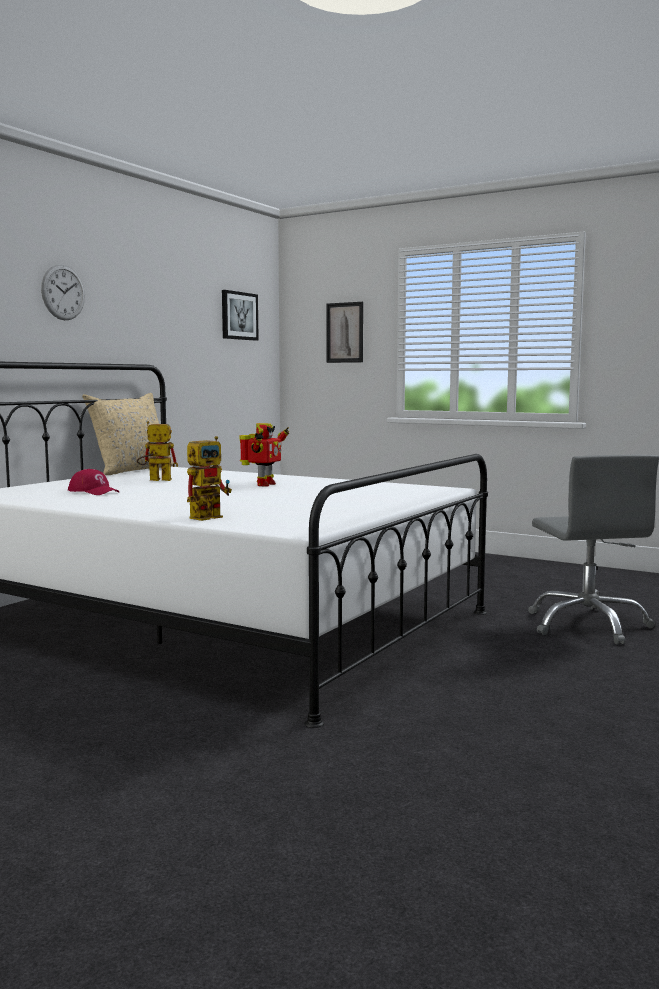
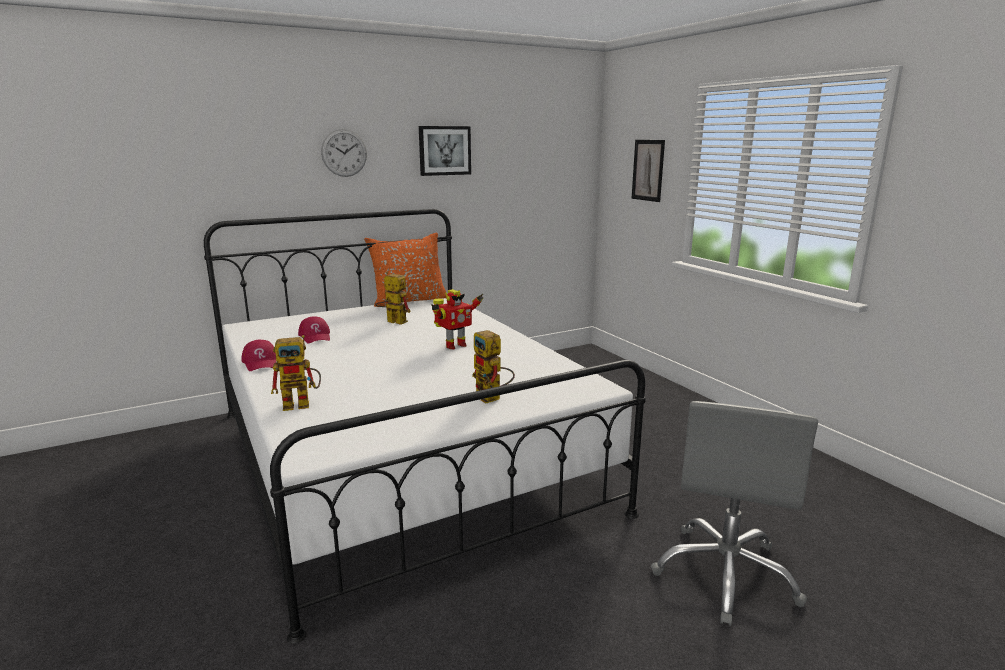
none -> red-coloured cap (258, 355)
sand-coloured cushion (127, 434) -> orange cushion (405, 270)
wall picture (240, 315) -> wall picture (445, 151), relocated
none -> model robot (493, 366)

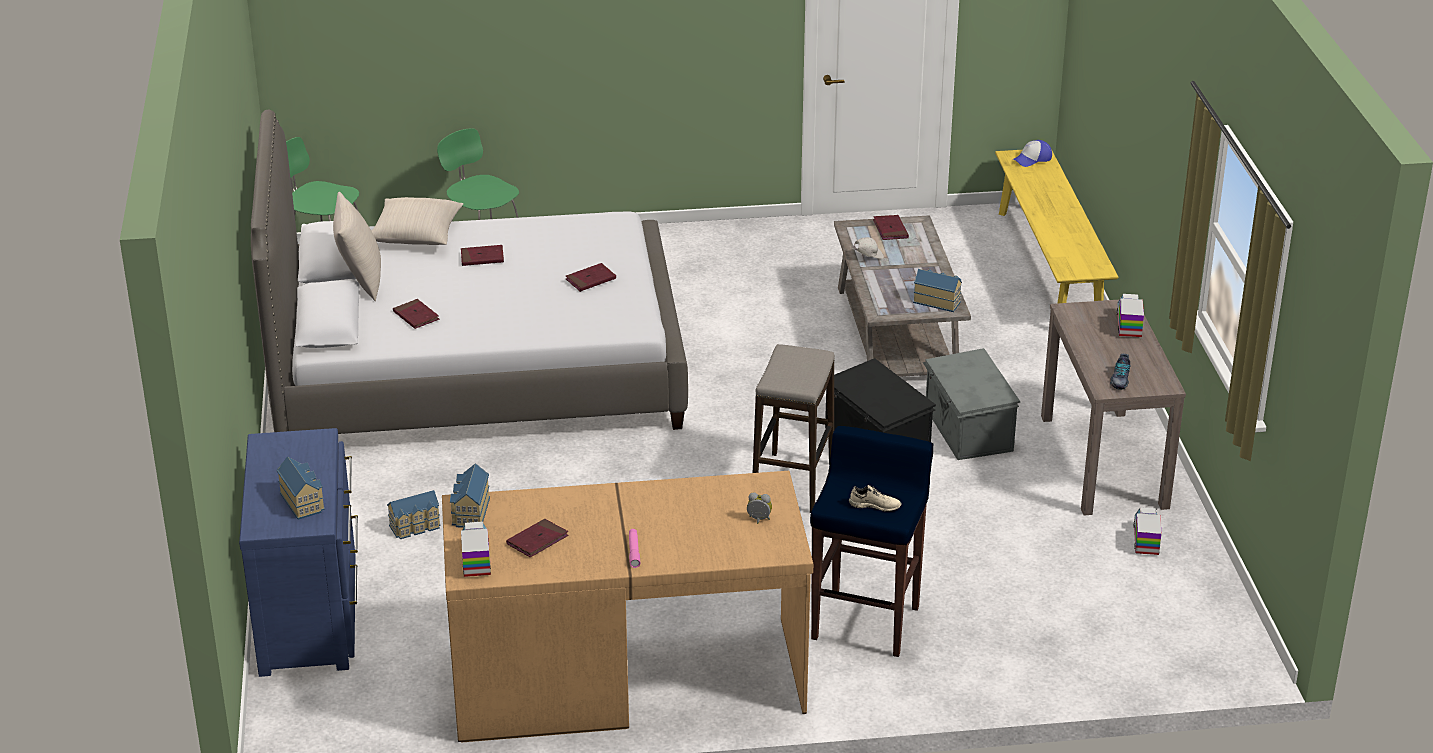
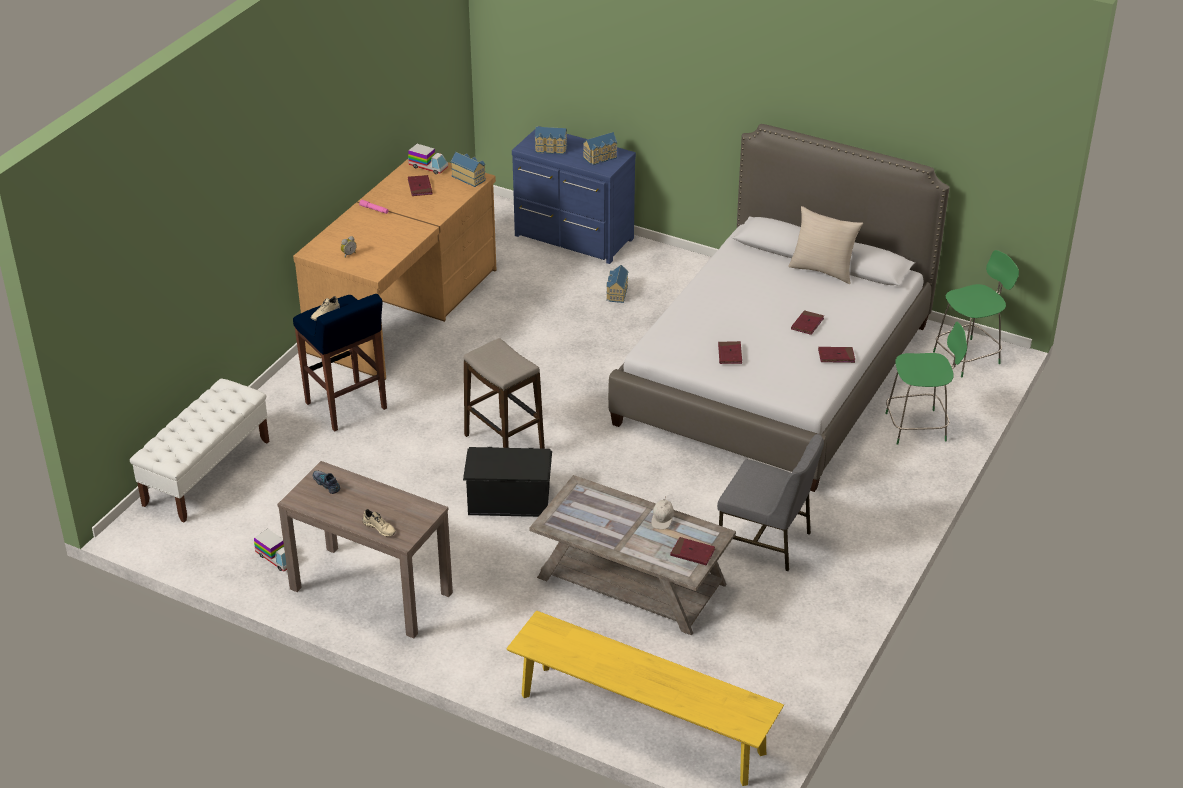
none -> whitish long seat (199, 450)
toy lorry (1130, 315) -> sand-coloured item of footwear (379, 522)
toy house (937, 290) -> toy house (600, 148), relocated
none -> grey plain chair (770, 502)
red-coloured bound book (416, 314) -> red-coloured bound book (836, 355), relocated
sand-coloured cushion (418, 221) -> none
grey storage bin (971, 404) -> none
cap (1032, 153) -> none

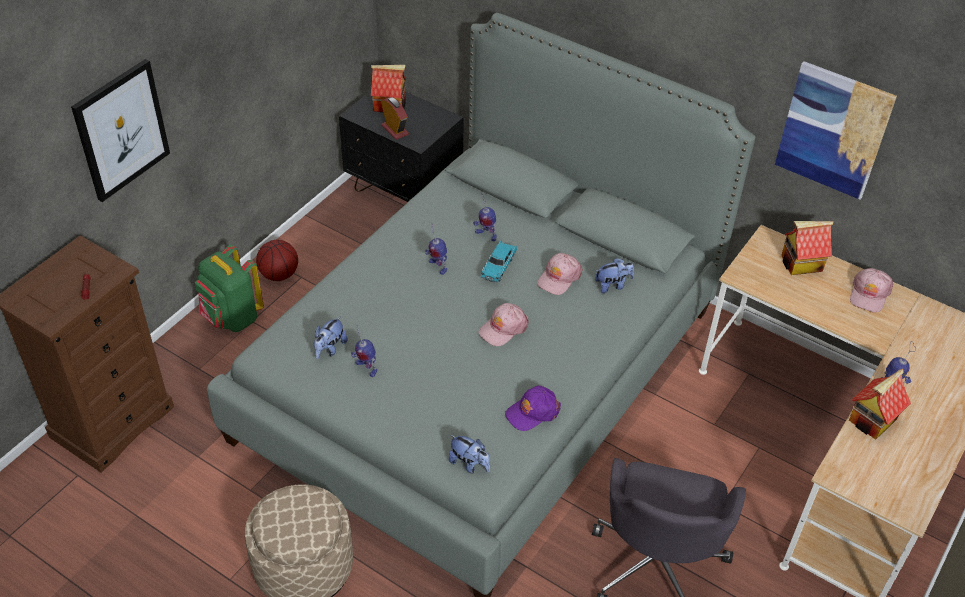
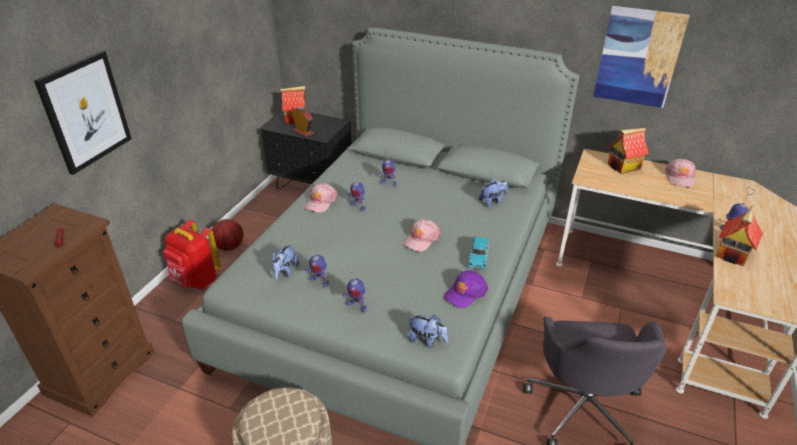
greenish backpack (229, 288) -> red-coloured backpack (192, 254)
pinkish cap (560, 274) -> pinkish cap (321, 198), relocated
none -> model robot (355, 288)
turquoise toy car (499, 261) -> turquoise toy car (478, 253), relocated

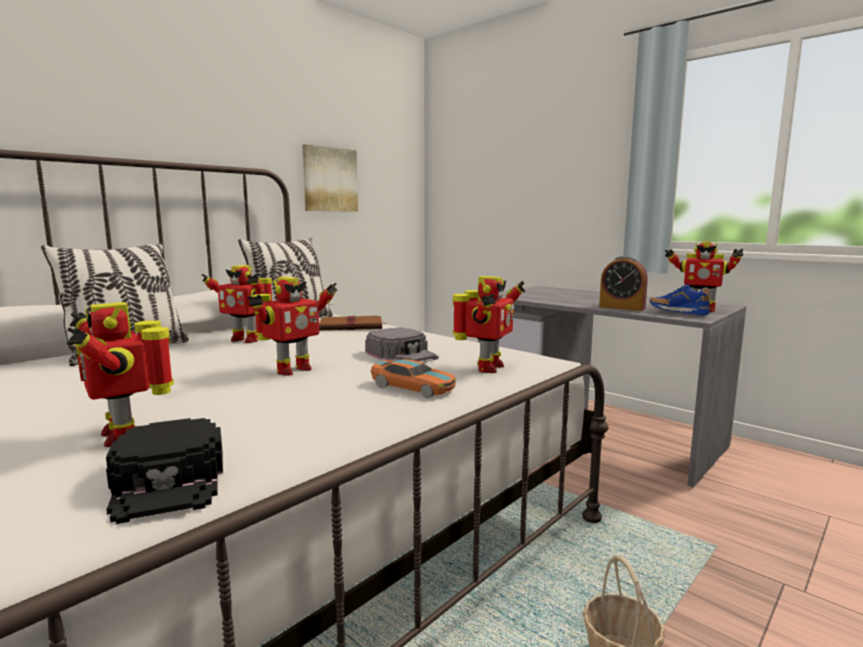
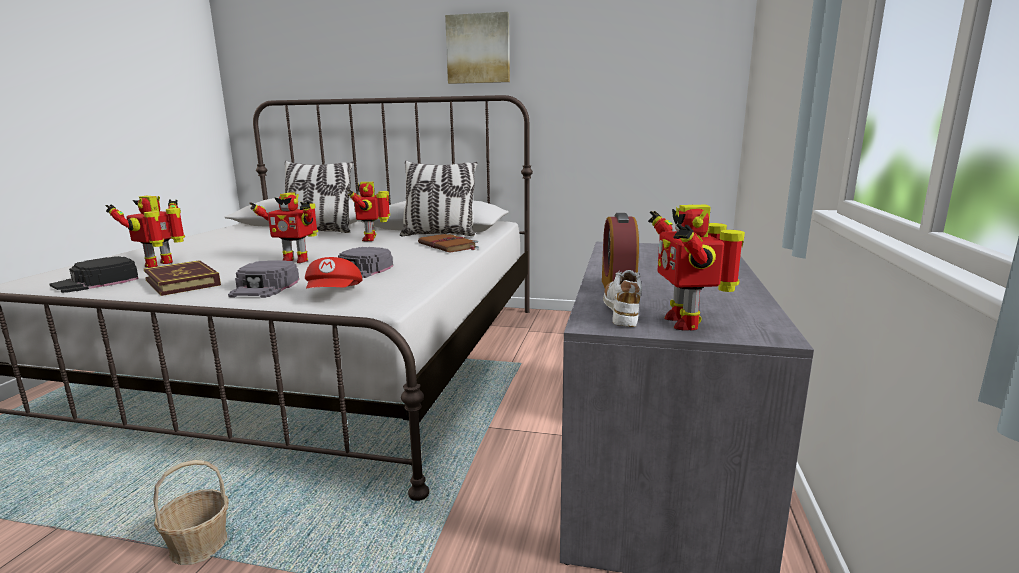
none -> bound book (182, 278)
toy car (413, 378) -> grey cap (263, 279)
model robot (488, 324) -> red-coloured cap (333, 272)
wall picture (330, 178) -> wall picture (477, 48), relocated
blue-coloured item of footwear (680, 300) -> whitish item of footwear (622, 298)

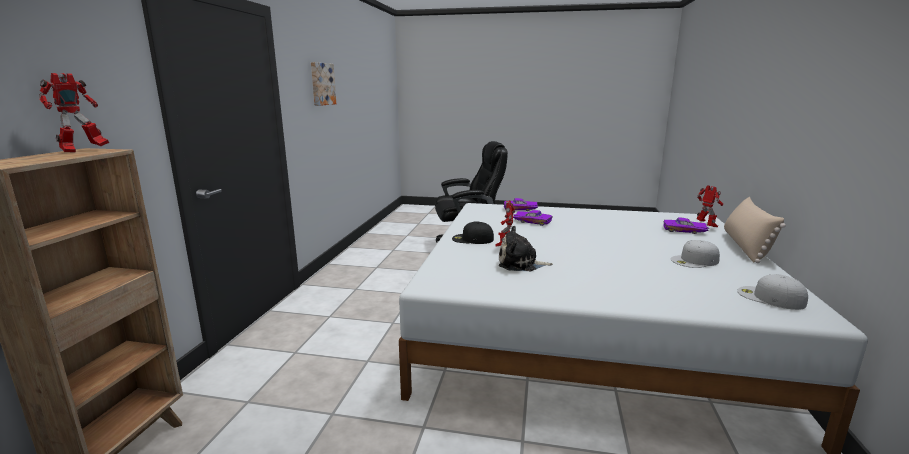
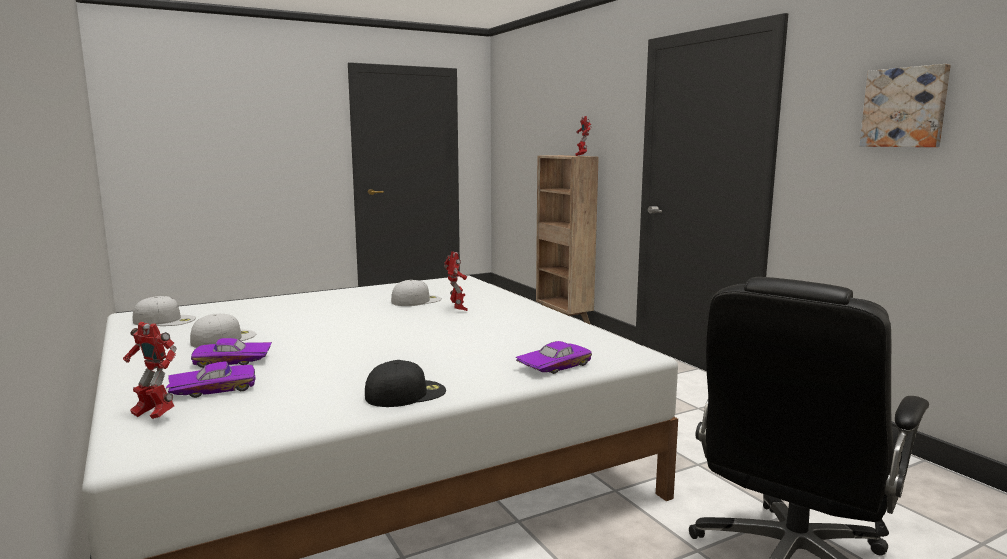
purple toy car (532, 218) -> purple toy car (231, 353), relocated
blackish cap (473, 232) -> blackish cap (405, 383), relocated
cuddly toy (526, 248) -> whitish cap (416, 293)
sand-coloured cushion (755, 230) -> none

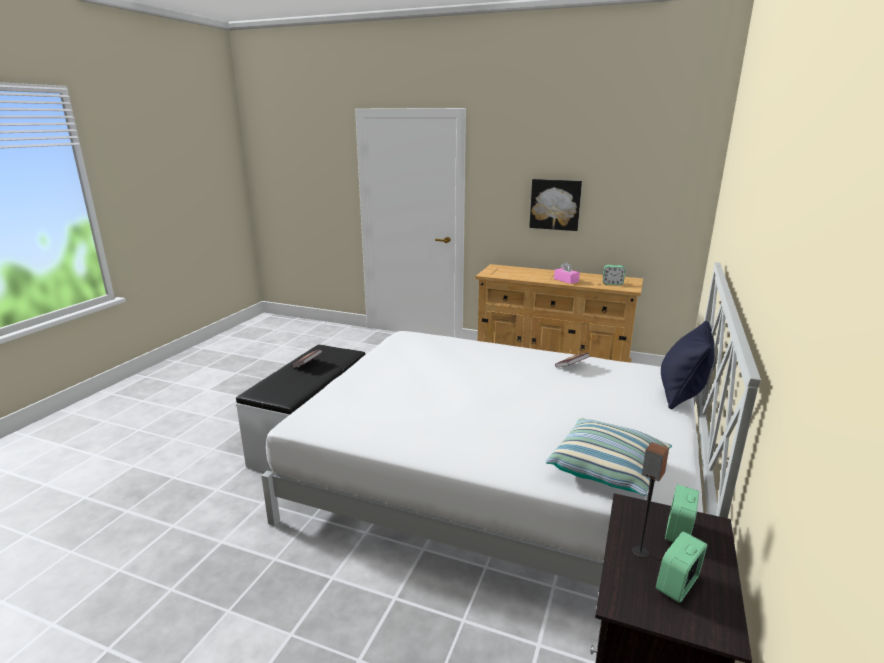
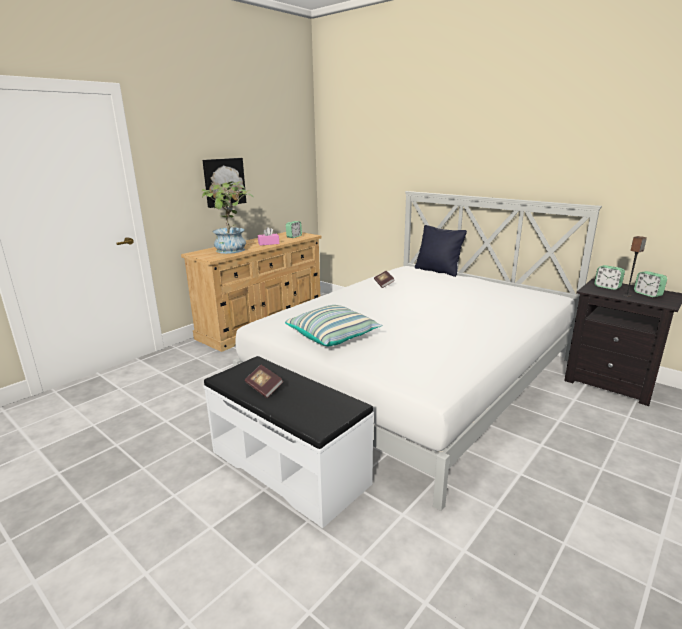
none -> plant in a pot (227, 217)
cushion (609, 457) -> cushion (333, 325), relocated

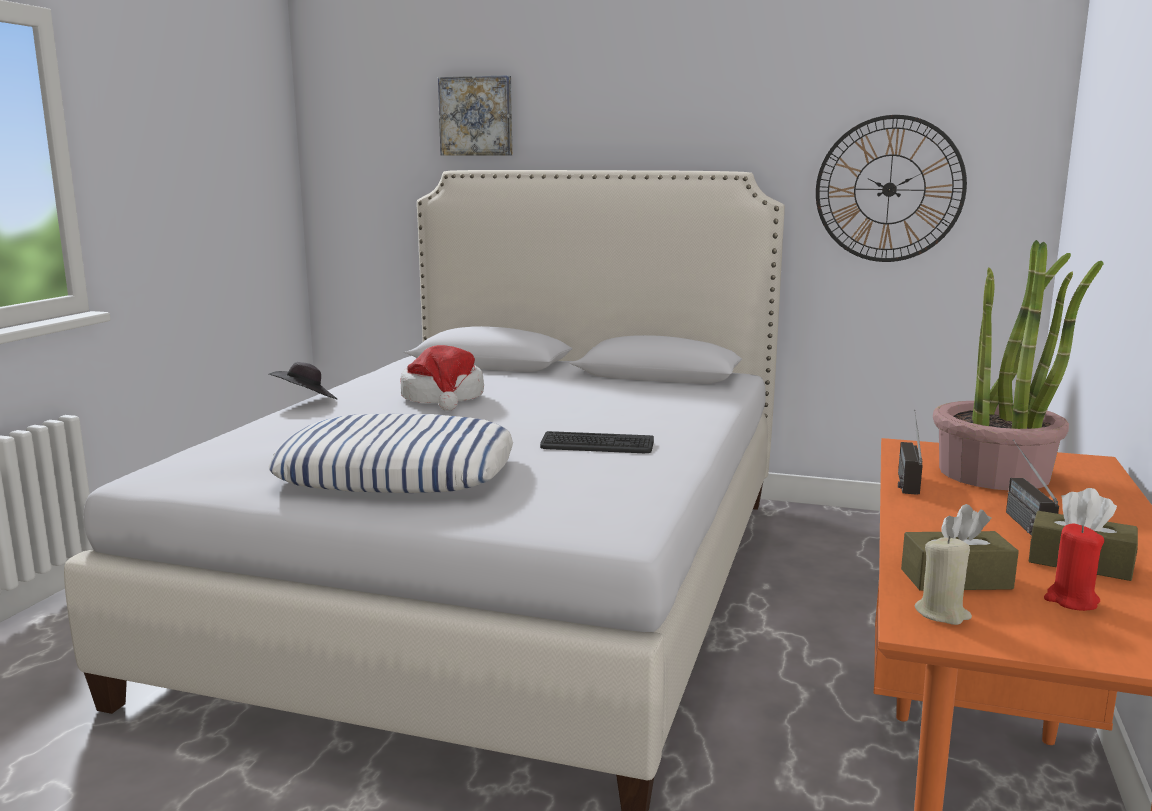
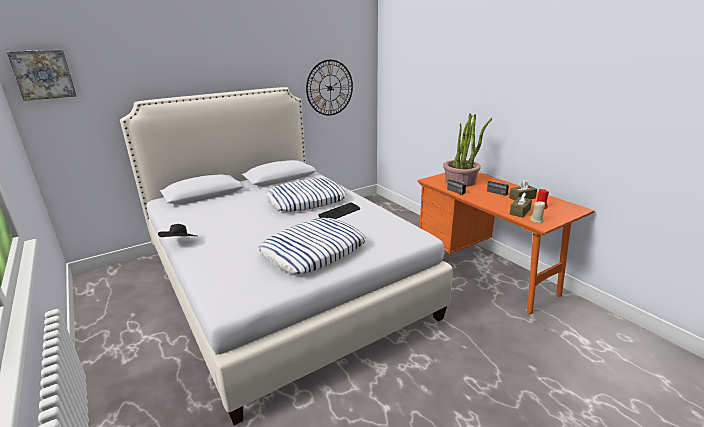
wall picture (475, 115) -> wall picture (41, 75), relocated
none -> cushion (306, 195)
wearable hat (442, 378) -> none

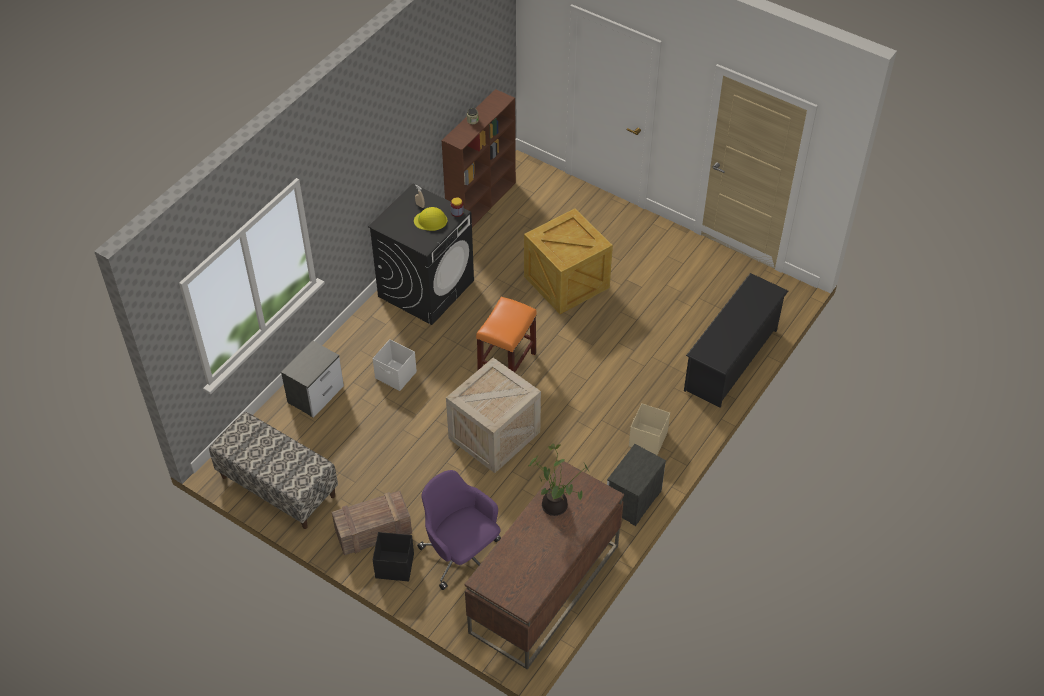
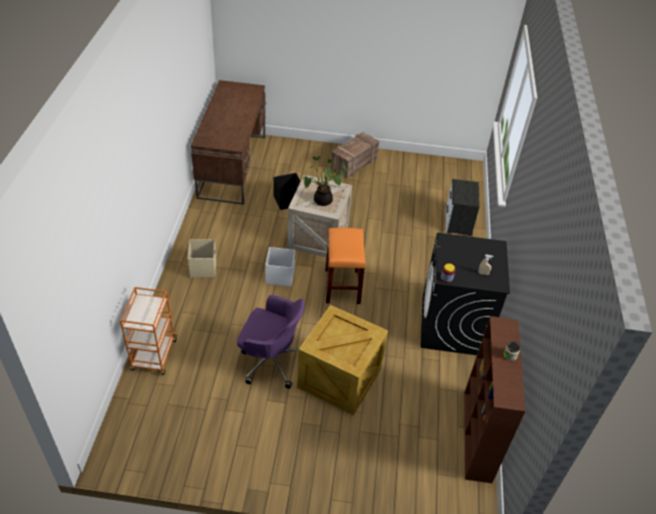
blackish shoe stand (736, 340) -> orange cart (148, 331)
purple computer chair (459, 530) -> purple computer chair (270, 342), relocated
whitish storage bin (395, 365) -> whitish storage bin (280, 267), relocated
blackish storage bin (393, 556) -> blackish storage bin (287, 191), relocated
plant in a pot (559, 480) -> plant in a pot (325, 181), relocated
long seat (273, 470) -> none
yellow work helmet (430, 219) -> none
night table (636, 485) -> none

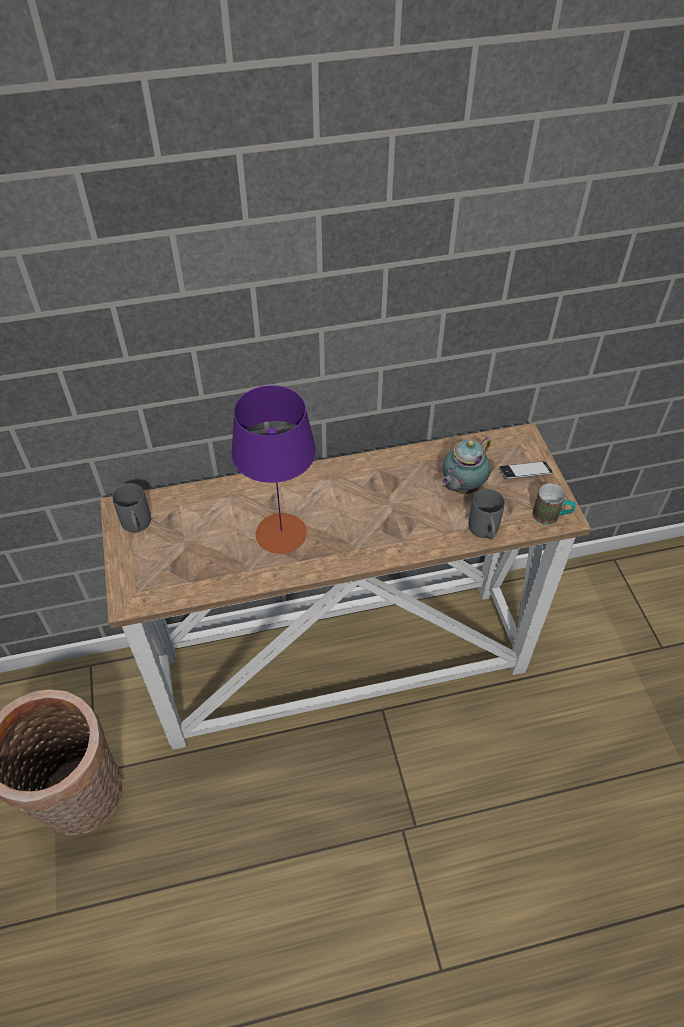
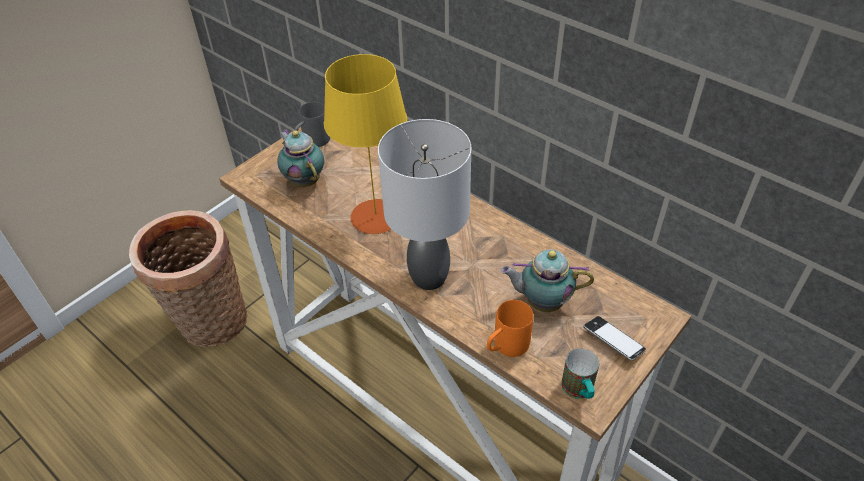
none -> teapot (300, 158)
purple tabletop lamp (273, 469) -> yellow tabletop lamp (365, 144)
none -> grey tabletop lamp (424, 204)
grey mug (486, 514) -> orange mug (510, 328)

